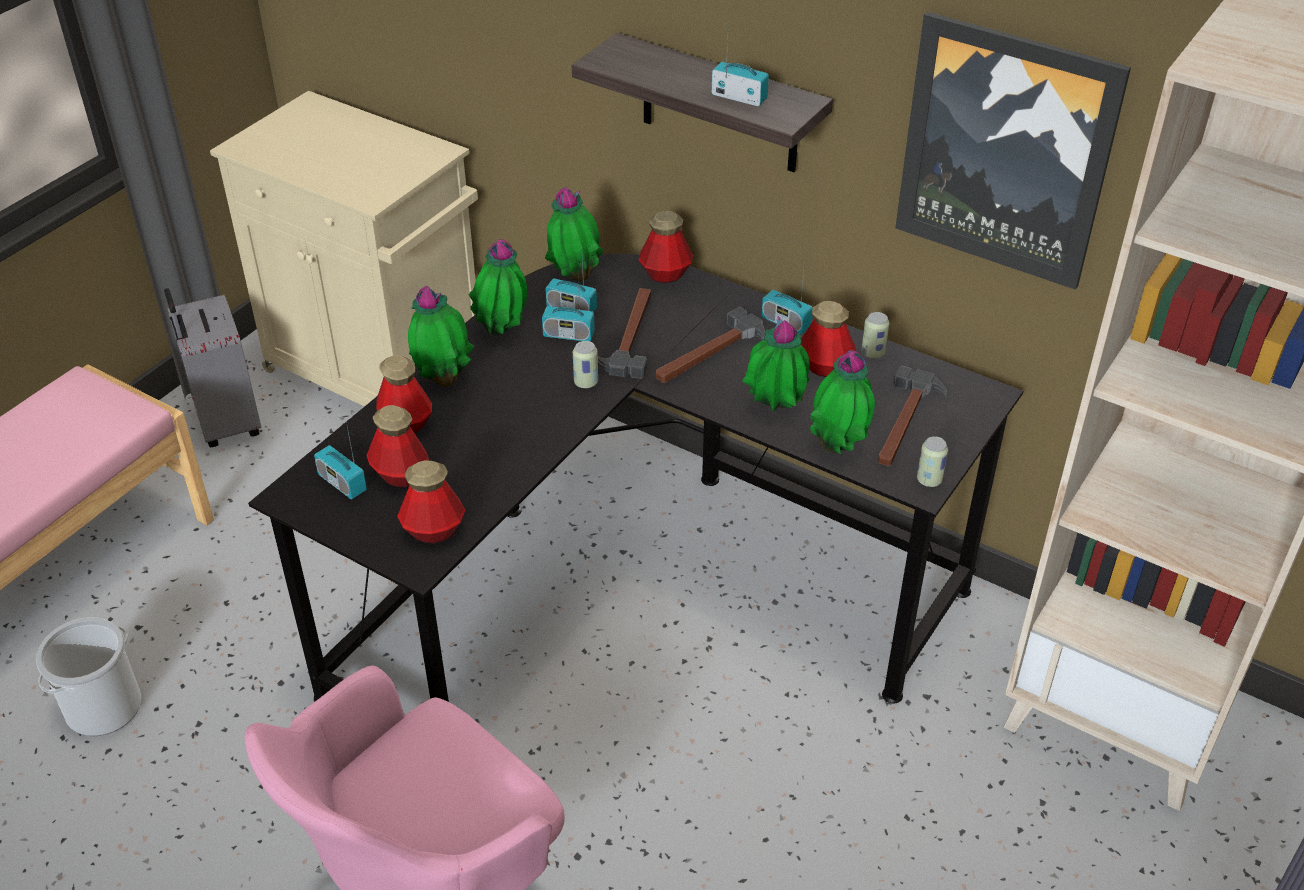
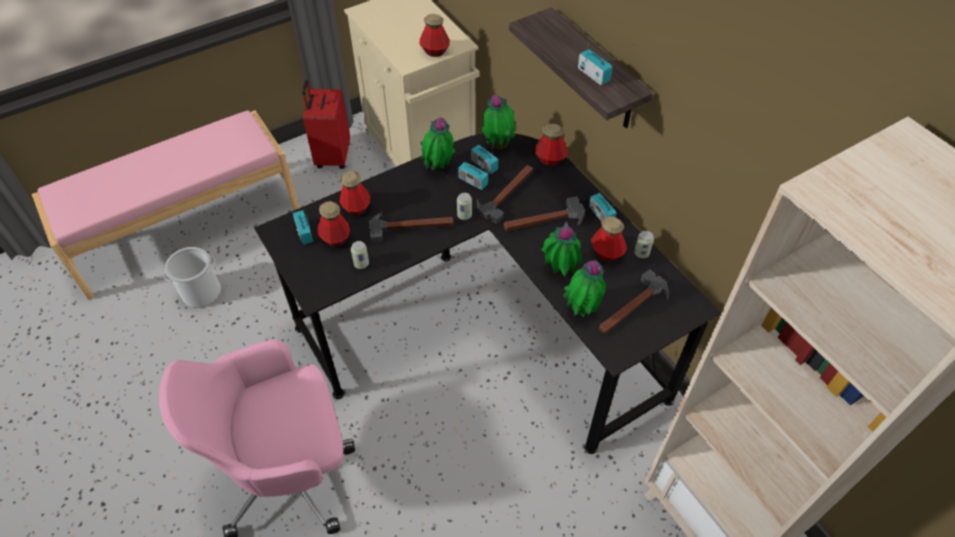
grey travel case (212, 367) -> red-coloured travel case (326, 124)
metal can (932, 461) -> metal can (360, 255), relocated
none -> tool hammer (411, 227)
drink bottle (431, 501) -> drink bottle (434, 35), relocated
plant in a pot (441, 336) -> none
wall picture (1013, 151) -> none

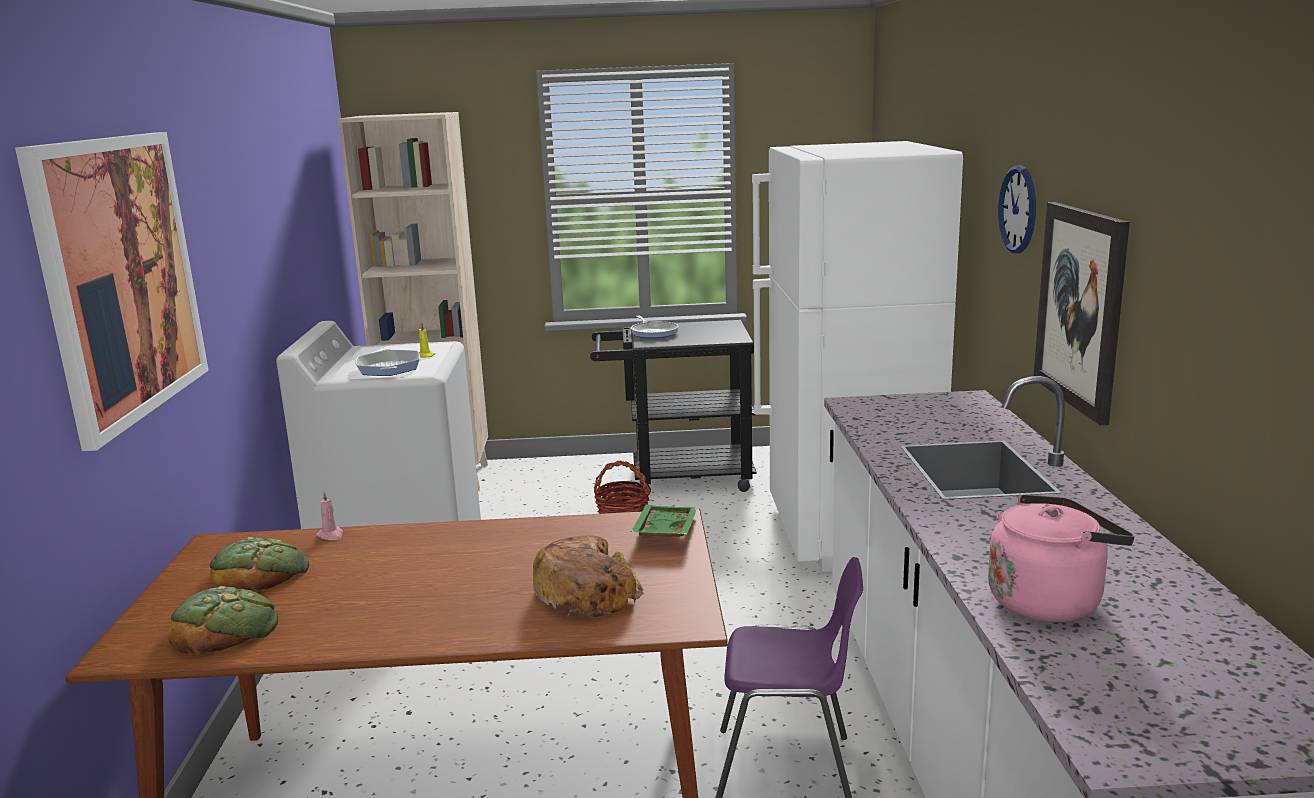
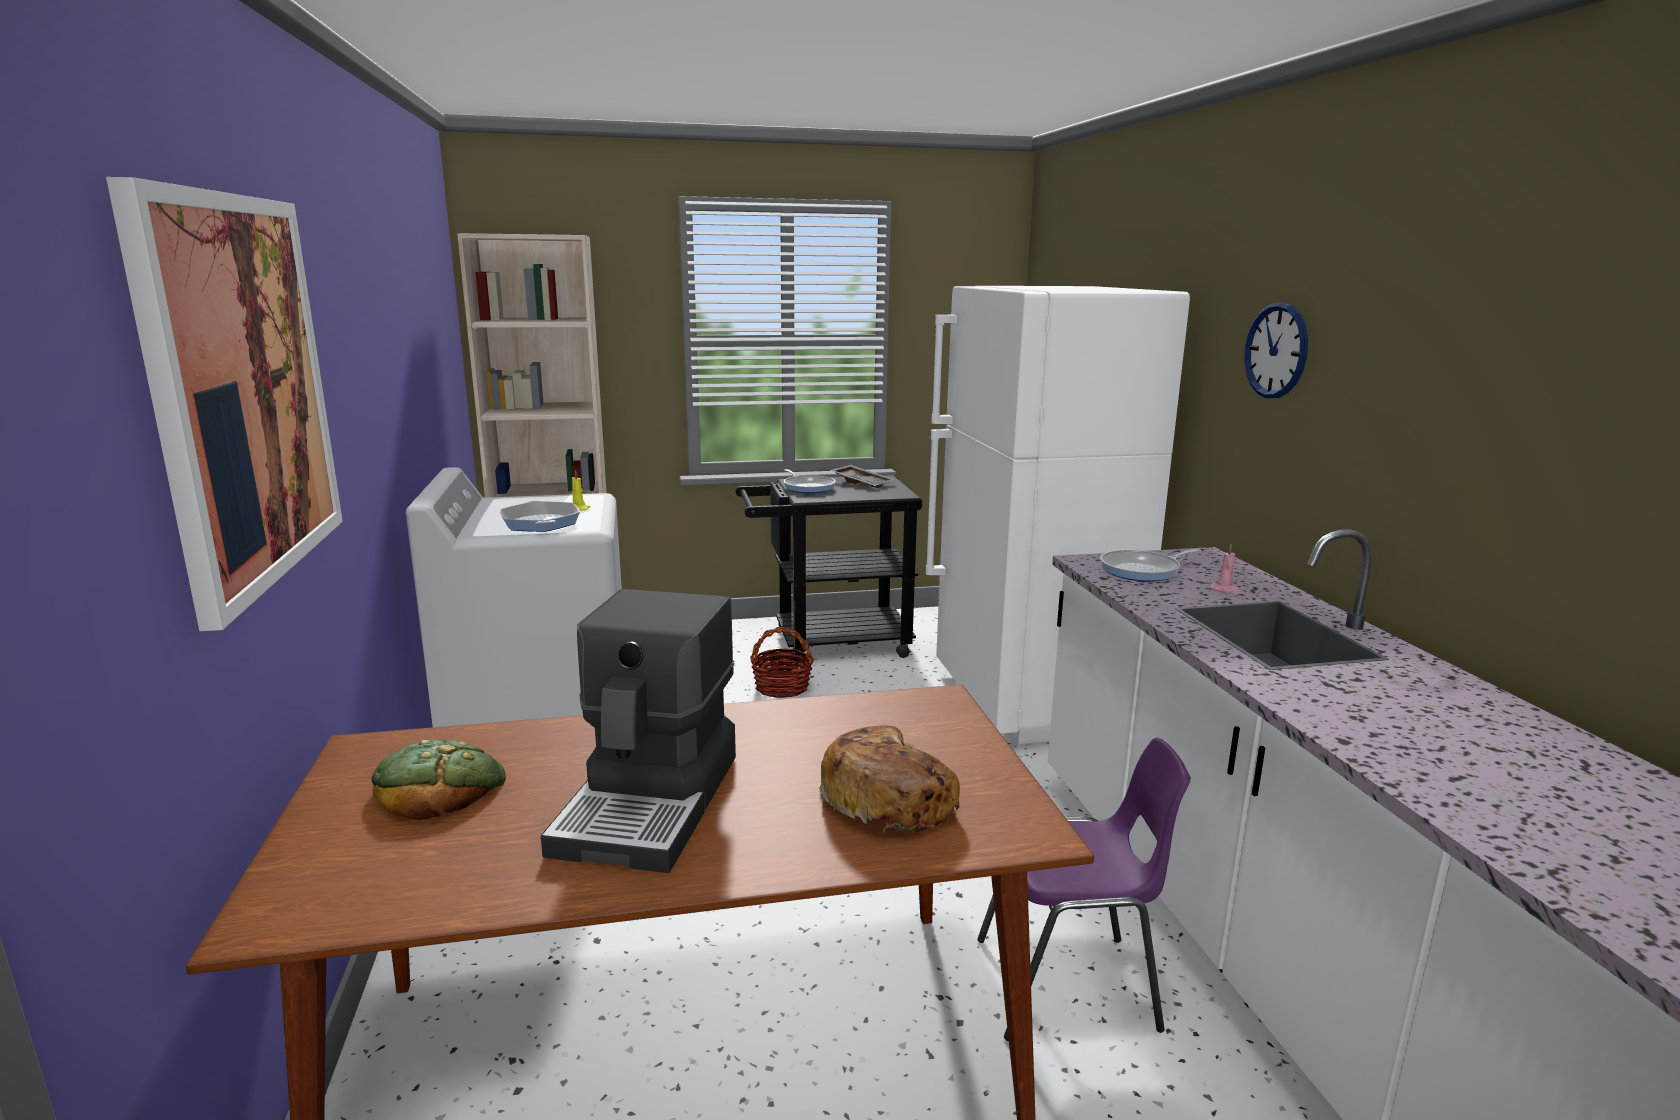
none -> coffee machine (638, 731)
none -> grey tray (862, 476)
none -> frying pan (1150, 565)
pinkish wax candle (329, 516) -> pinkish wax candle (1226, 569), relocated
baked bread (223, 620) -> none
greenish tray (664, 521) -> none
pinkish water kettle (1061, 558) -> none
wall picture (1082, 313) -> none

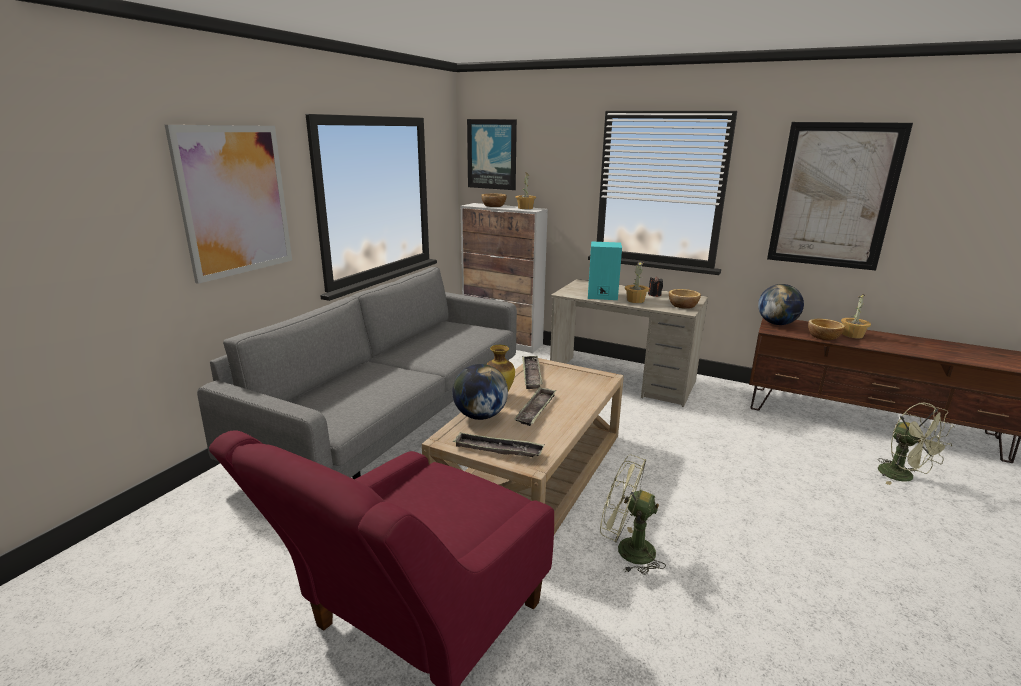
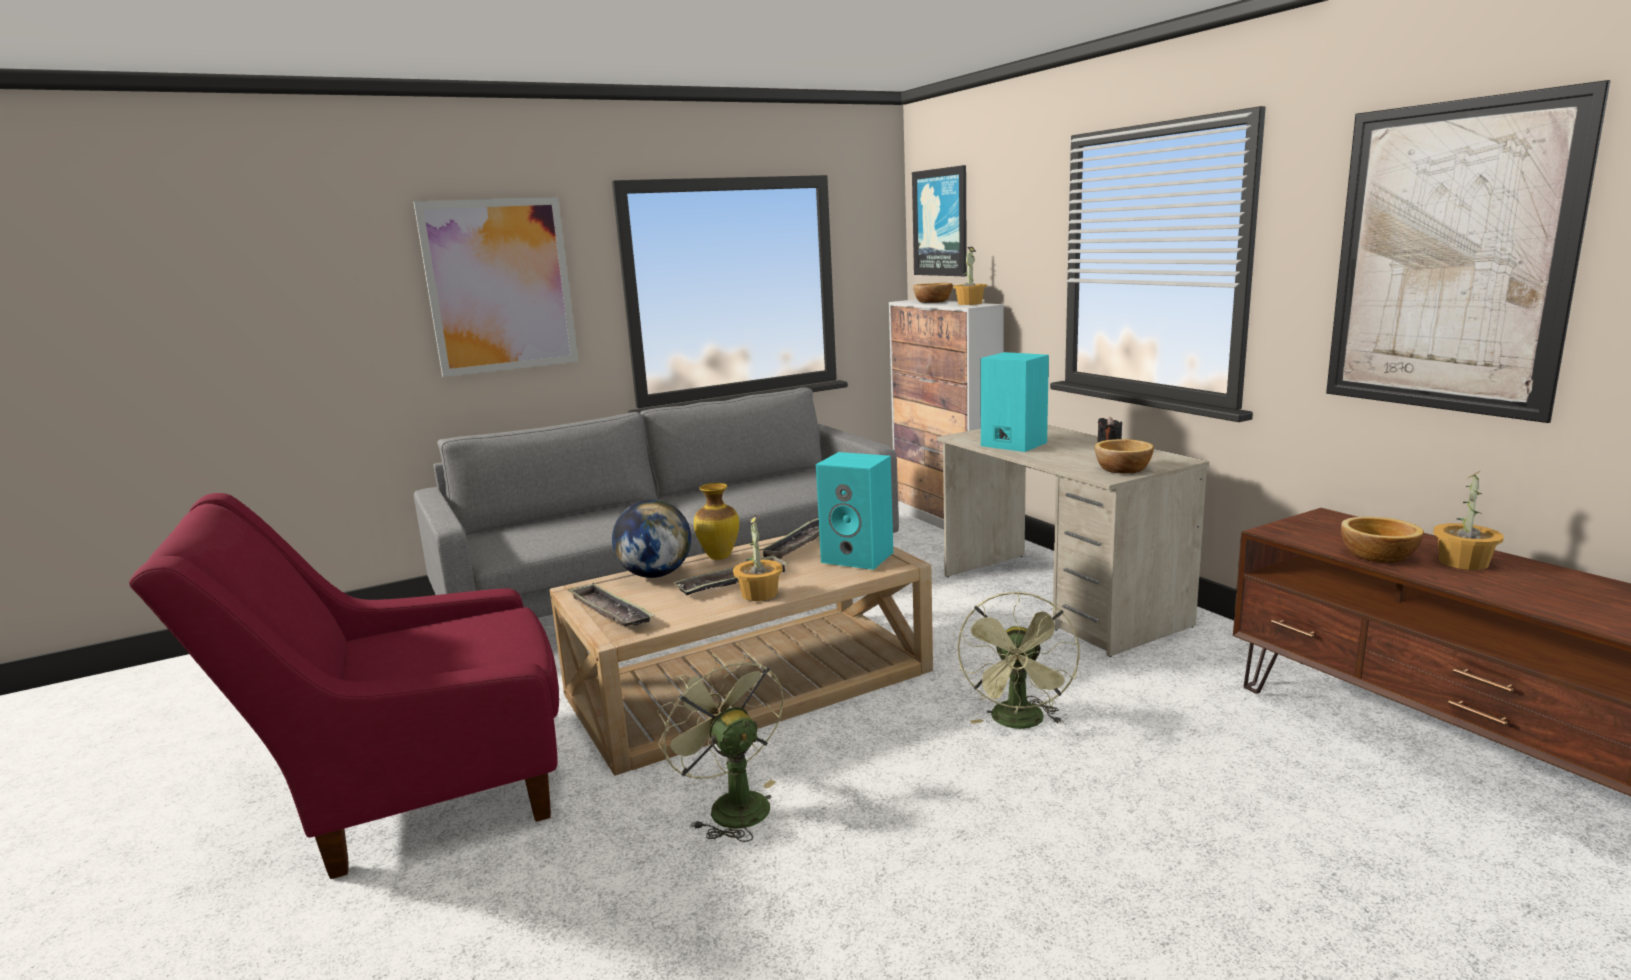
plant in a pot (637, 282) -> plant in a pot (758, 558), relocated
none -> turquoise speaker (854, 511)
greenish fan (916, 444) -> greenish fan (1018, 660), relocated
desk globe (781, 304) -> none

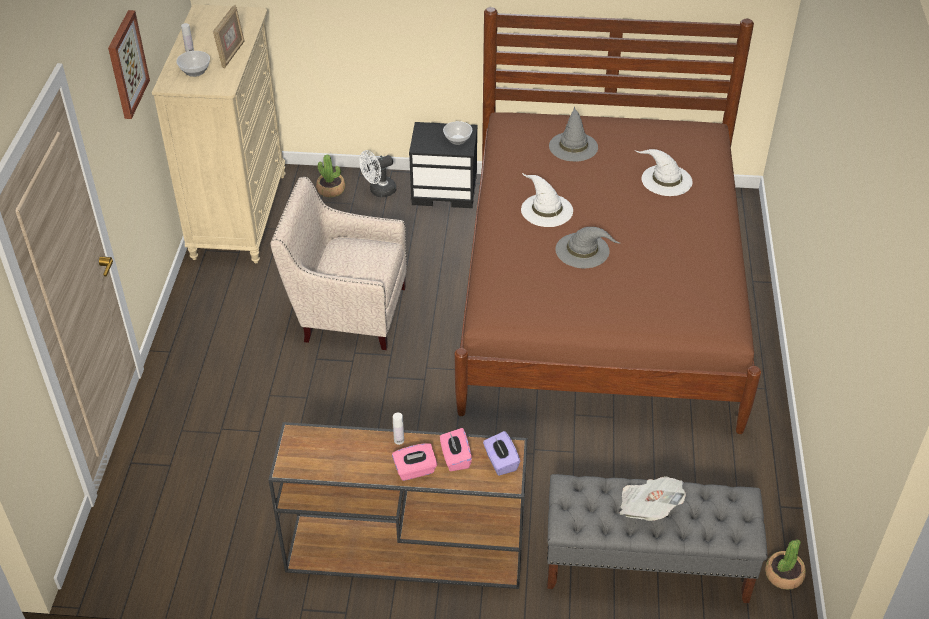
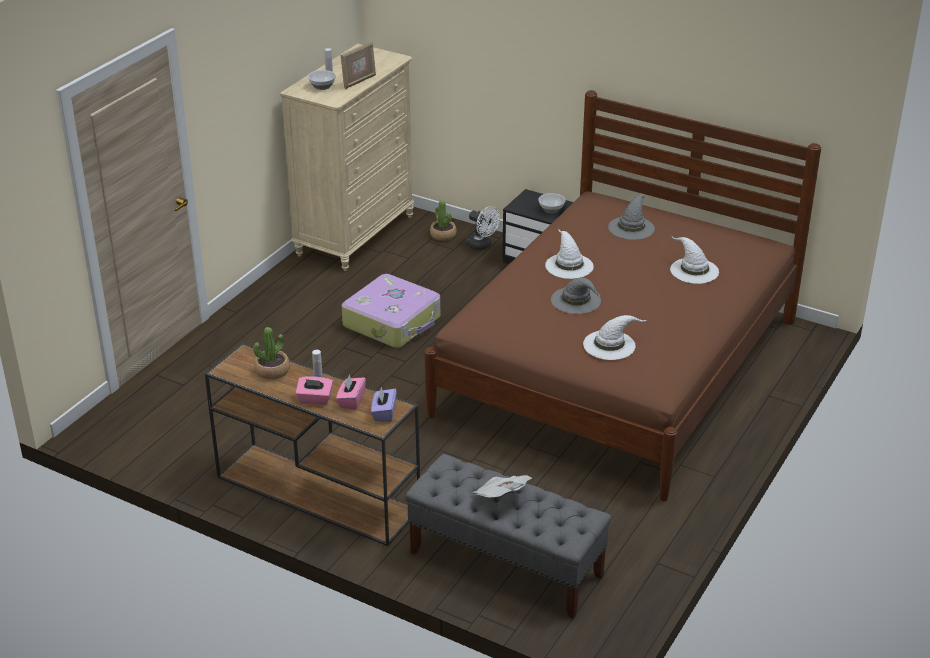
plant in a pot (785, 564) -> plant in a pot (271, 353), relocated
sand-coloured armchair (339, 263) -> travel case (391, 311)
whitish fan (378, 173) -> whitish fan (483, 228), 135 degrees counterclockwise
none -> whitish wearable hat (615, 337)
wall picture (129, 64) -> none

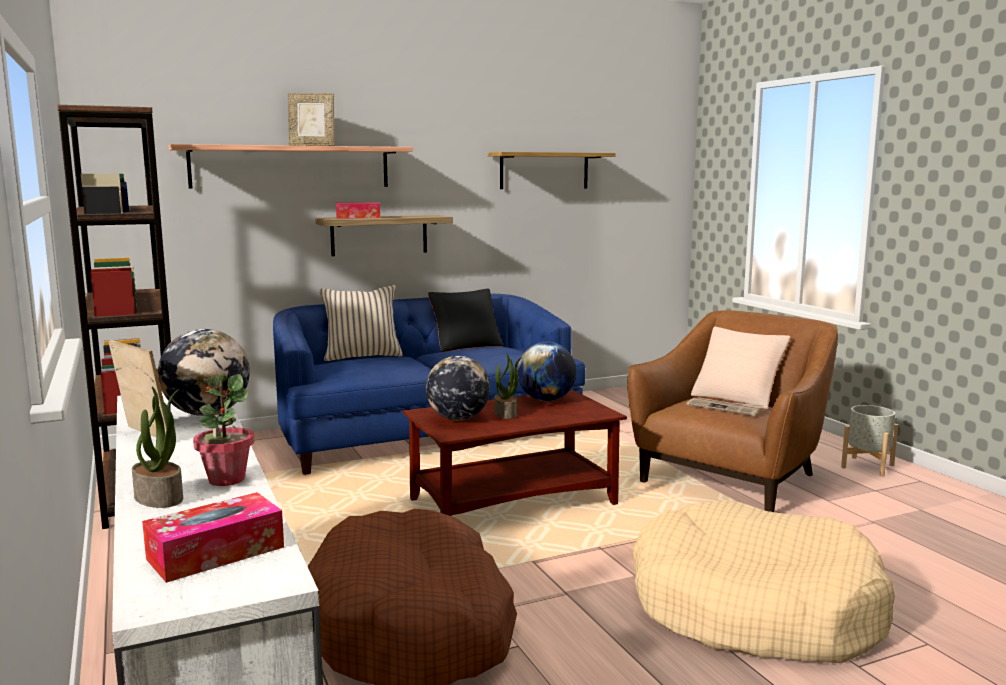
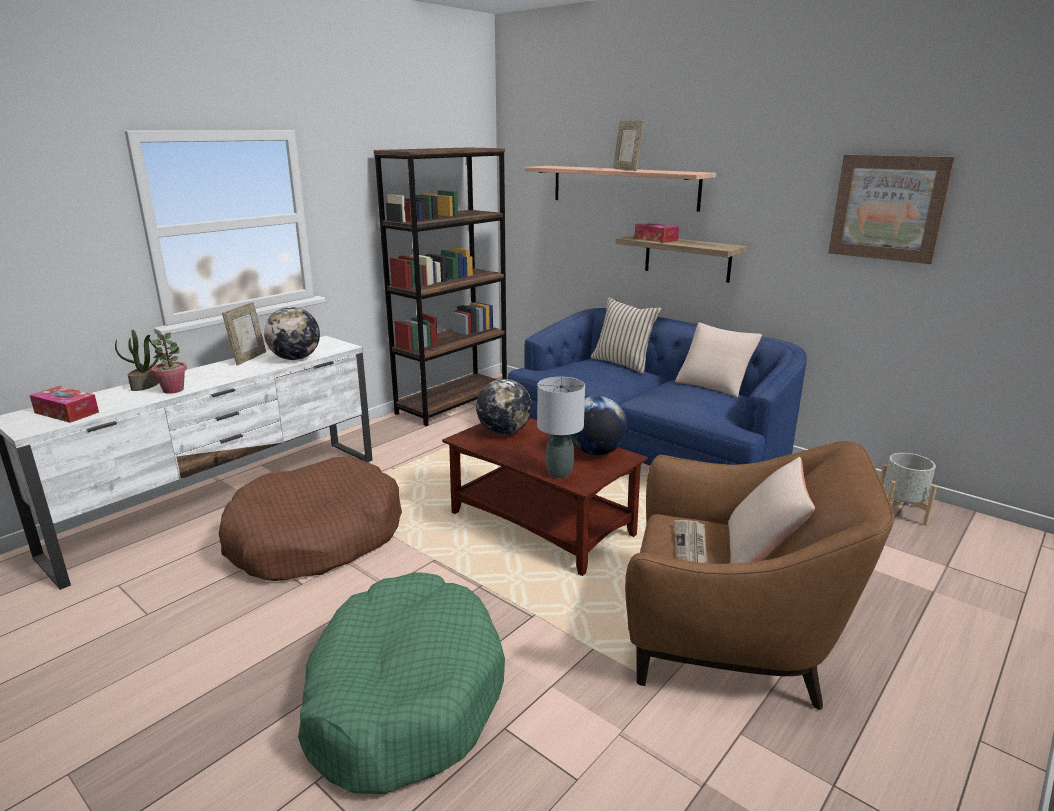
sand-coloured dog cushion (764, 581) -> greenish dog cushion (401, 683)
none -> grey tabletop lamp (561, 427)
blackish cushion (466, 320) -> sand-coloured cushion (718, 360)
bracket shelf (552, 170) -> wall picture (892, 209)
grey plant pot (869, 441) -> grey plant pot (908, 489), relocated
plant in a pot (508, 386) -> none

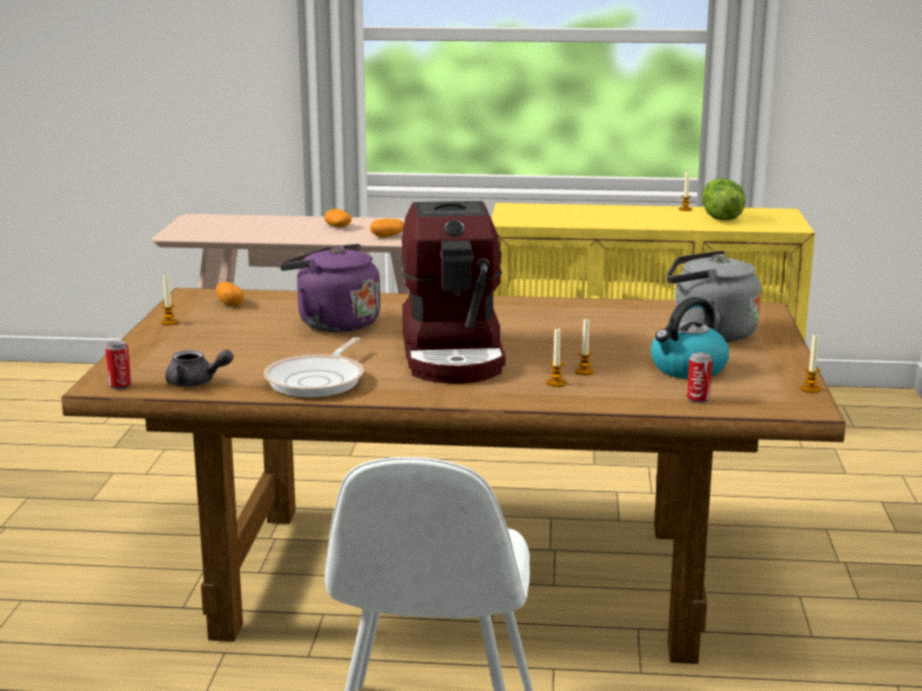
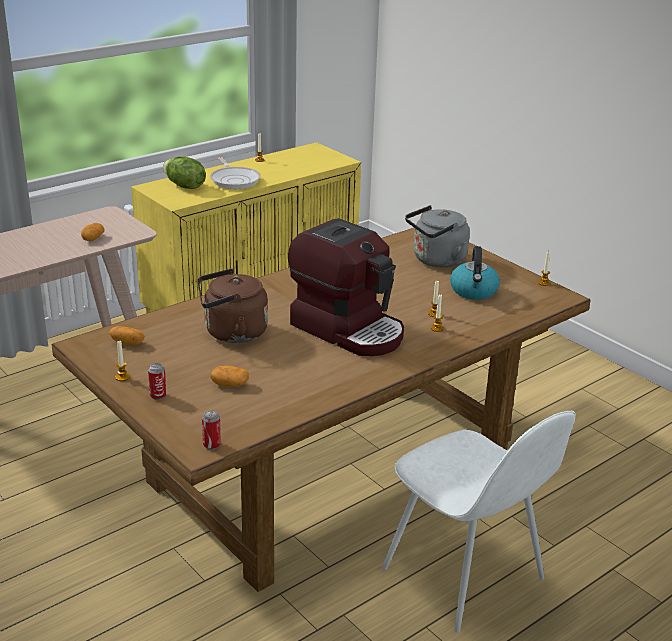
metal can (699, 377) -> metal can (157, 381), relocated
lettuce (724, 199) -> lettuce (184, 172), relocated
purple water kettle (330, 288) -> brownish water kettle (232, 305)
frying pan (314, 367) -> frying pan (235, 173), relocated
spud (337, 218) -> spud (229, 376), relocated
grey teapot (199, 368) -> none

